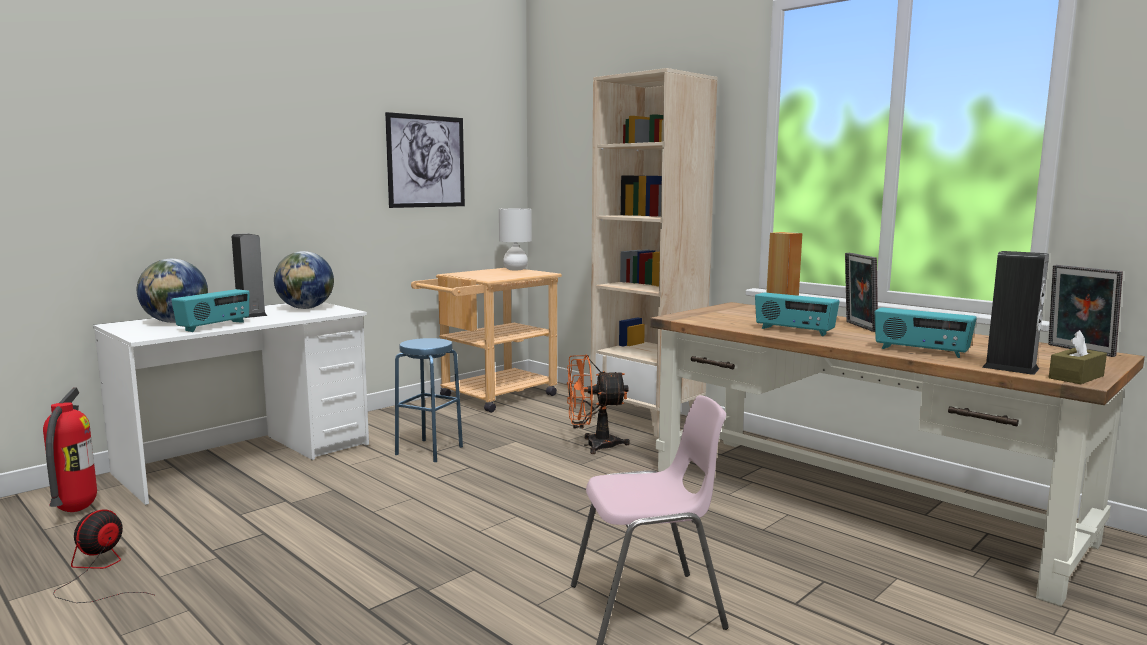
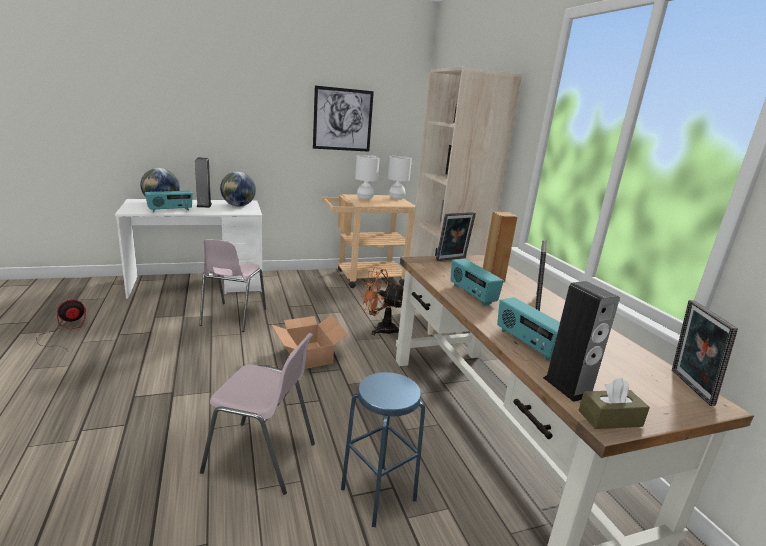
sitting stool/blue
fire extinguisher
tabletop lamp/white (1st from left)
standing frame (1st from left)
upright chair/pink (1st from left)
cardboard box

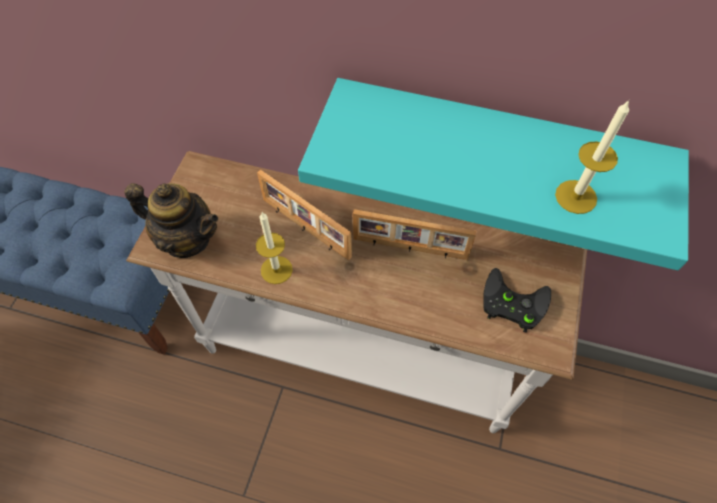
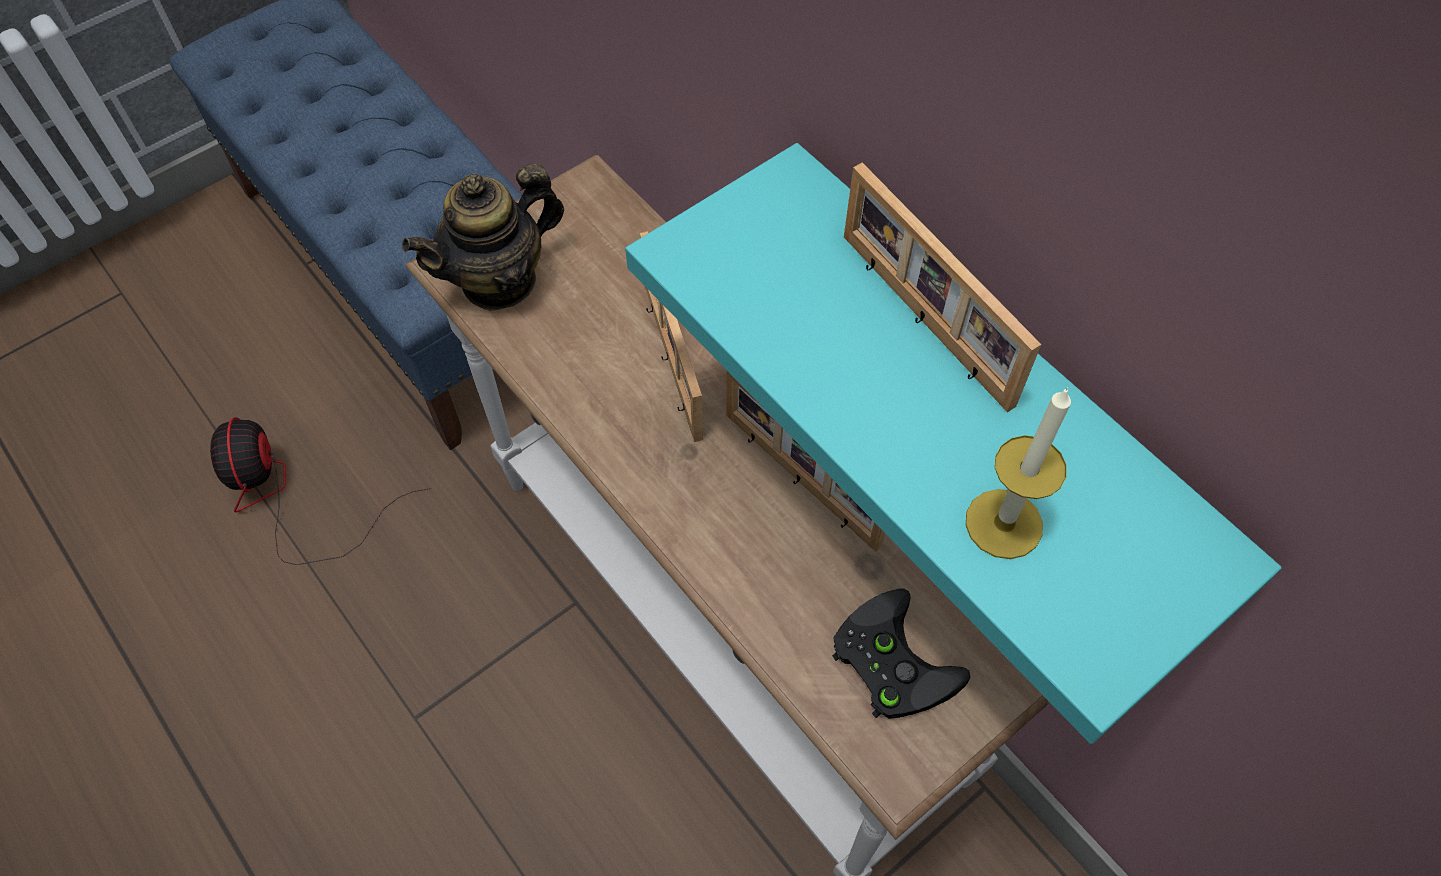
pot for tea
candle (1st from left in the first image)
standing frame (3rd from left)
electric fan

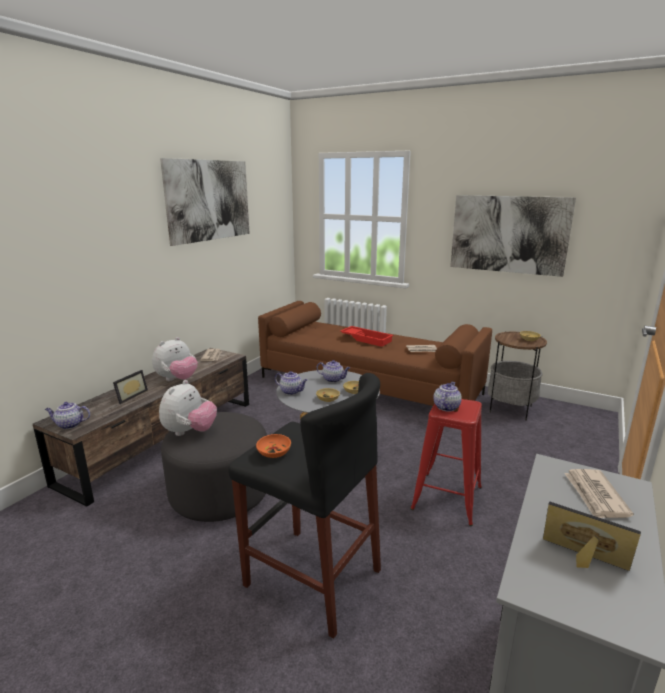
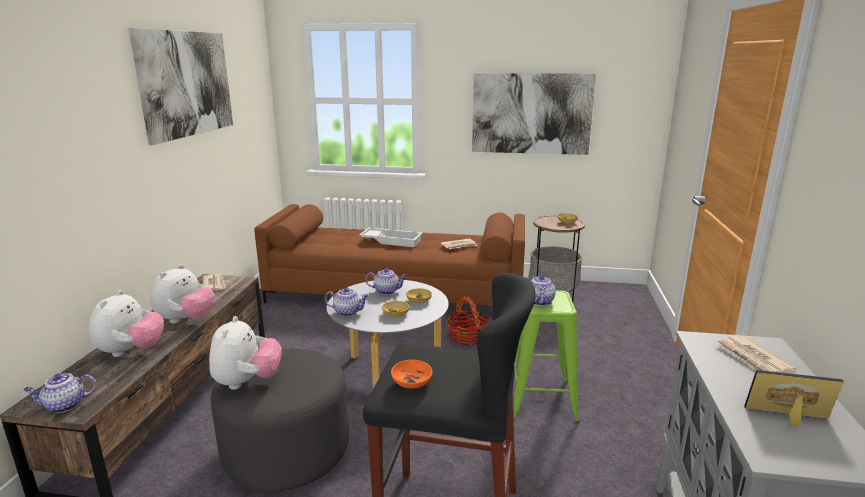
tray/white
plush toy (1st from left)
sitting stool/green
basket

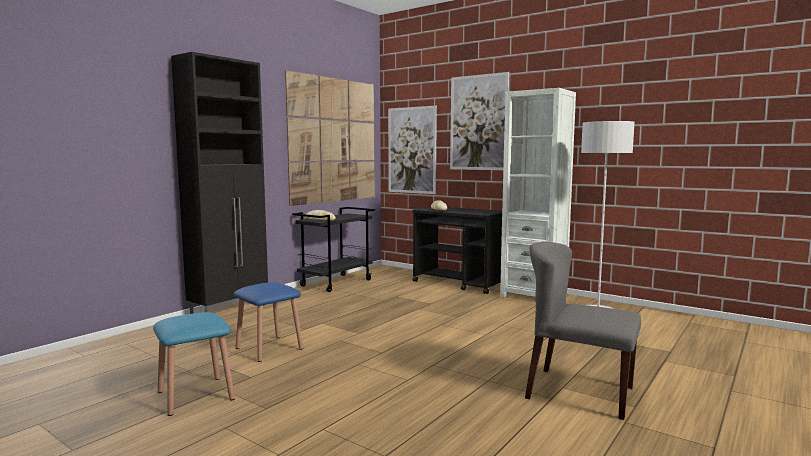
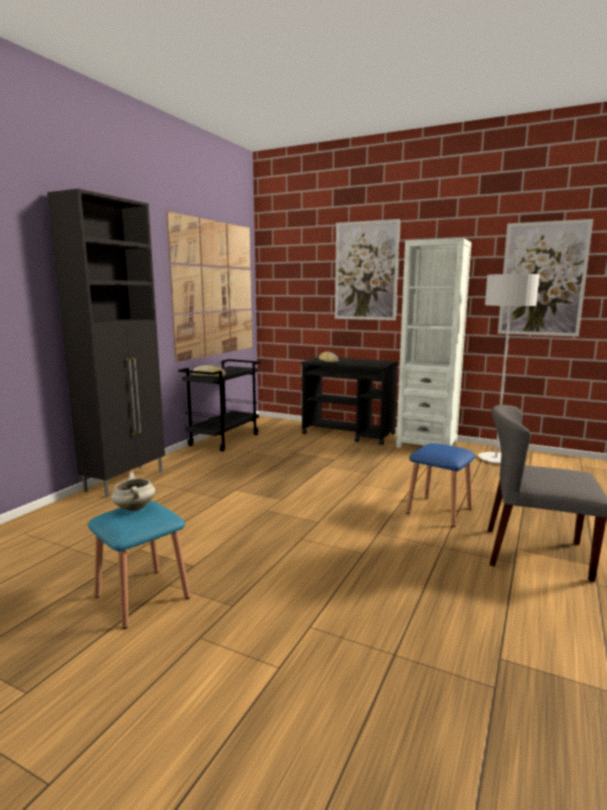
wall picture (3rd from left)
sitting stool/blue (2nd from left)
stockpot/white

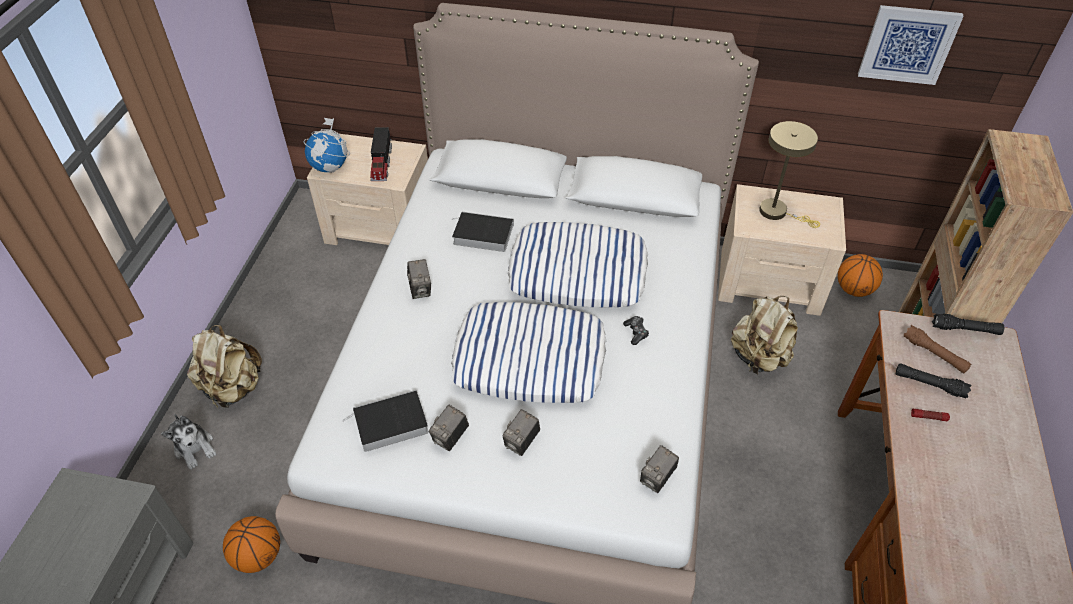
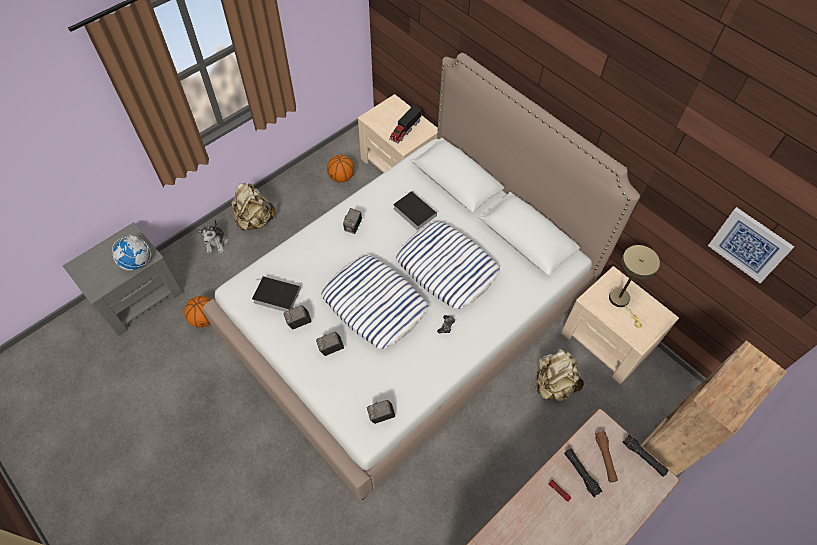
desk globe
ball for basketball (2nd from left)

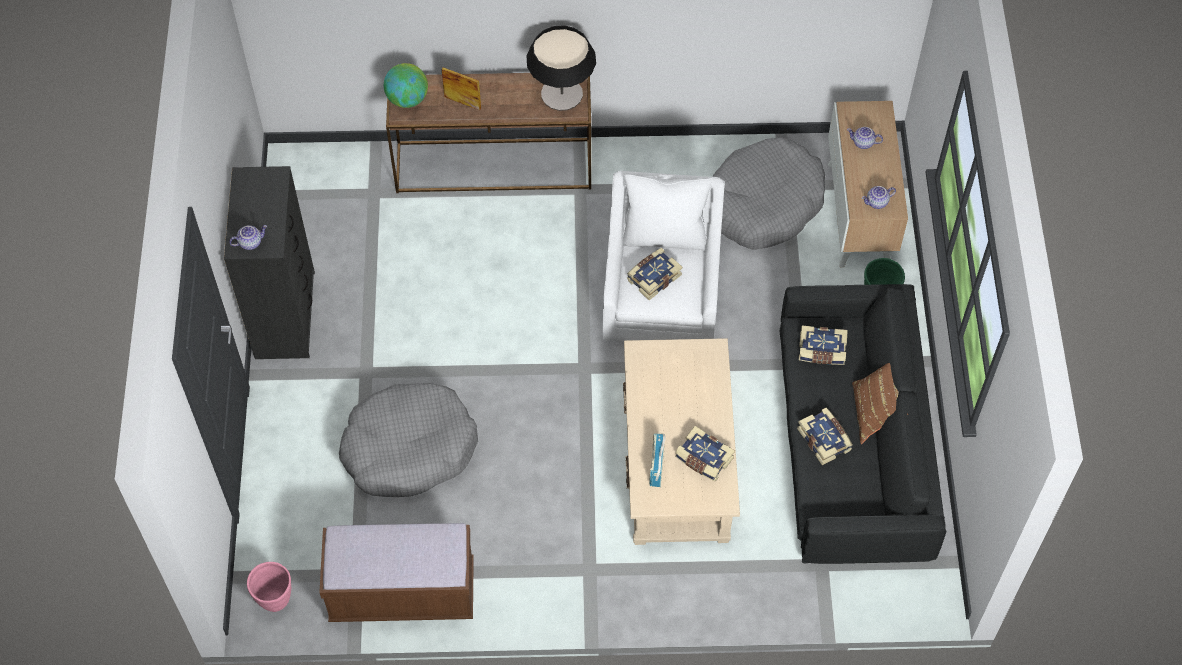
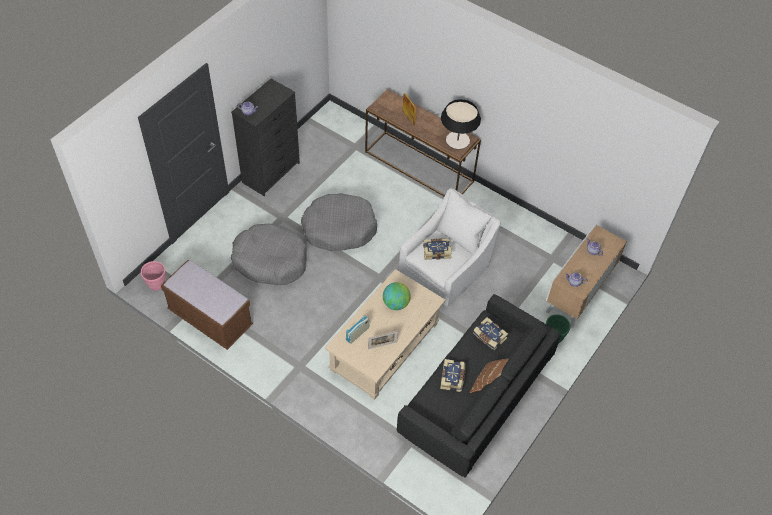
desk globe
dog cushion/gray (2nd from left)
standing frame (1st from left)

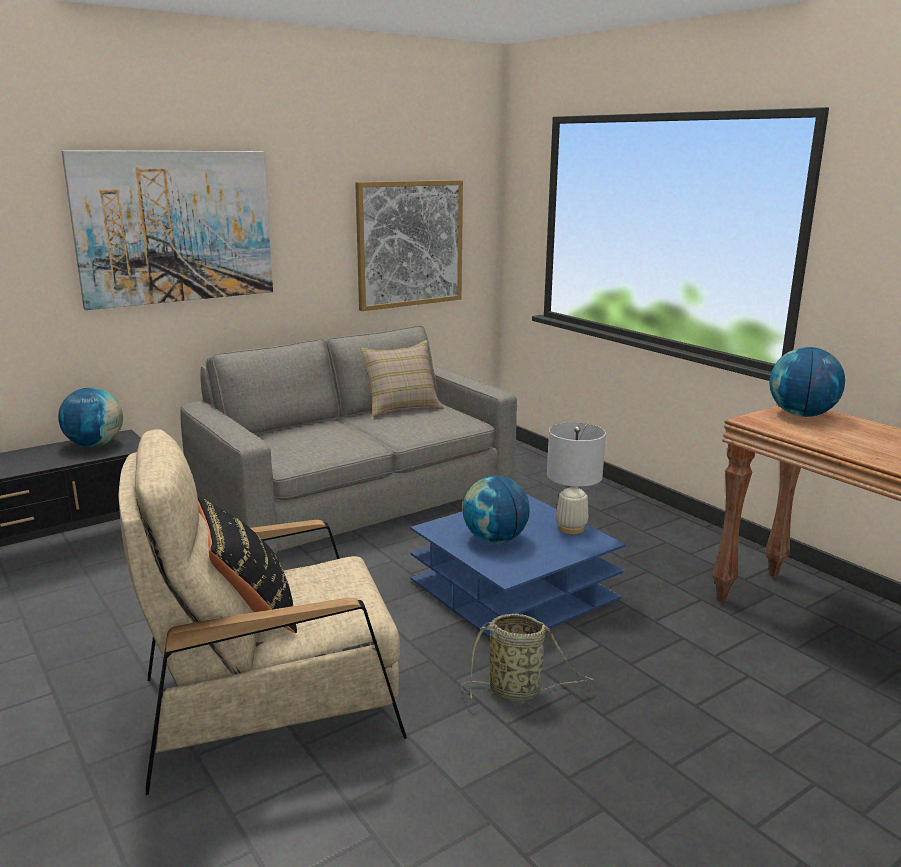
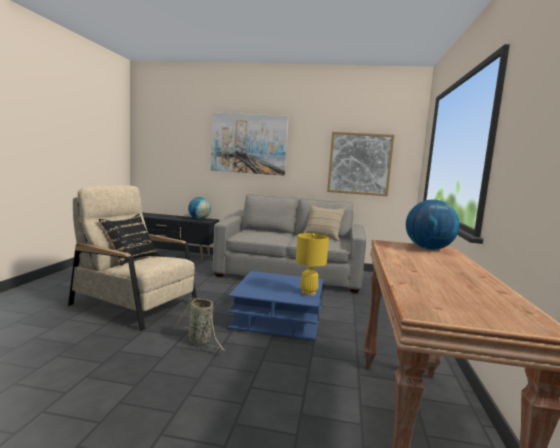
tabletop lamp/yellow-coloured
desk globe (2nd from left in the first image)

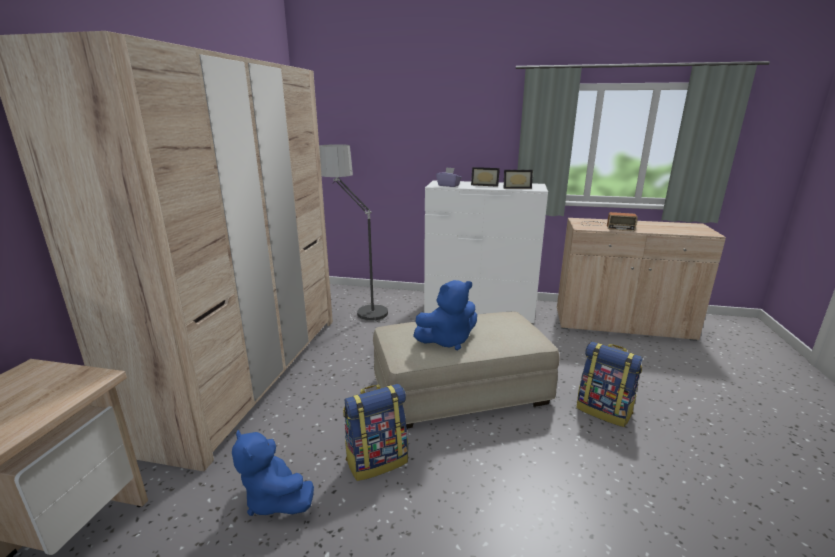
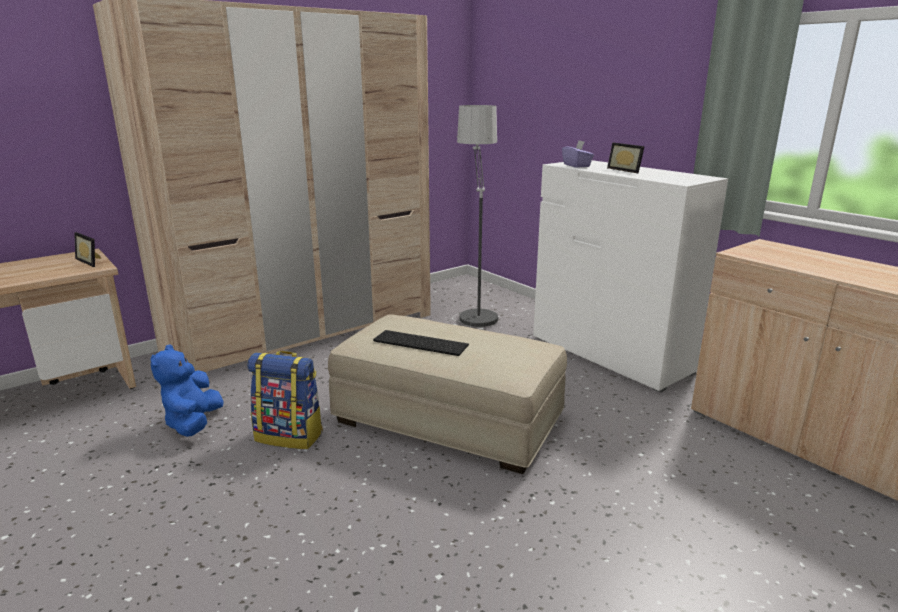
standing frame (1st from left)
radio set
keyboard
knapsack (2nd from left in the first image)

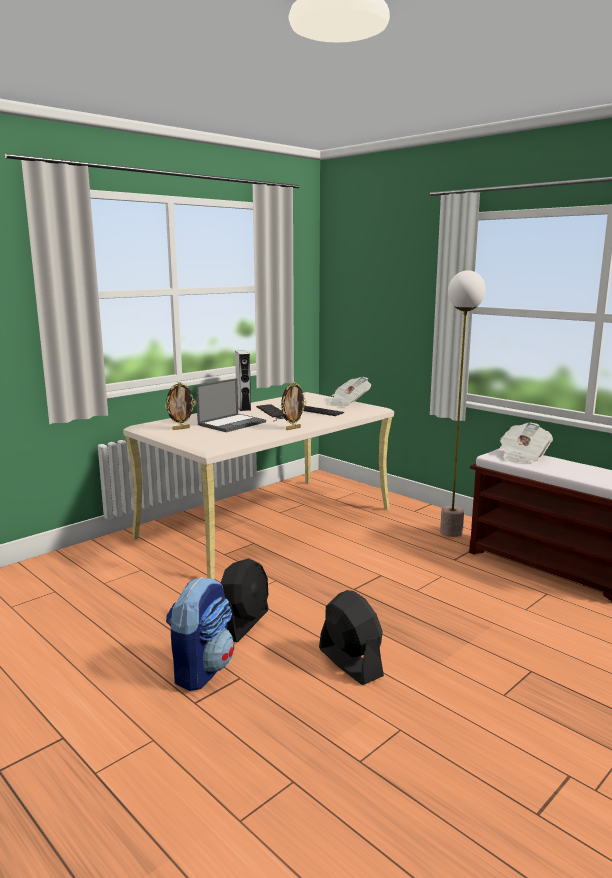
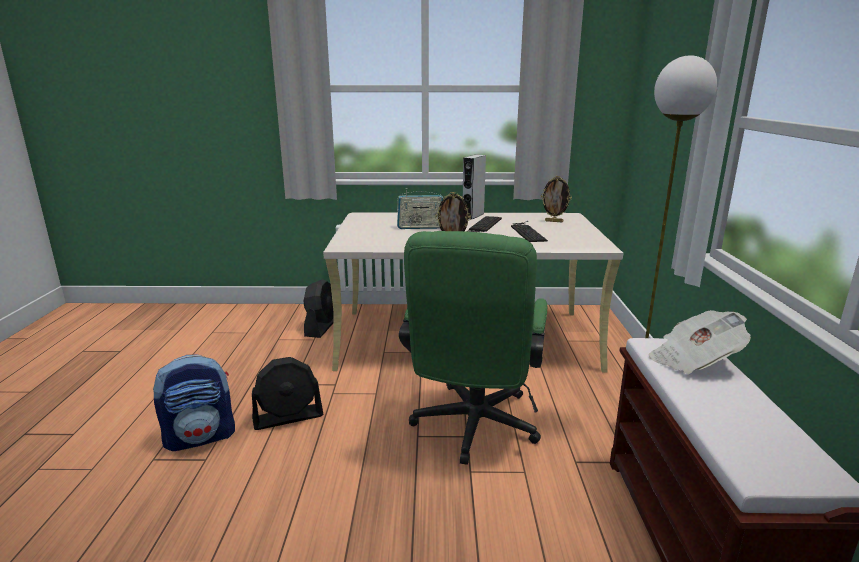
daily paper (1st from left in the first image)
radio set
standing frame (2nd from left)
electric fan/black-coloured (2nd from left)
computer chair/green

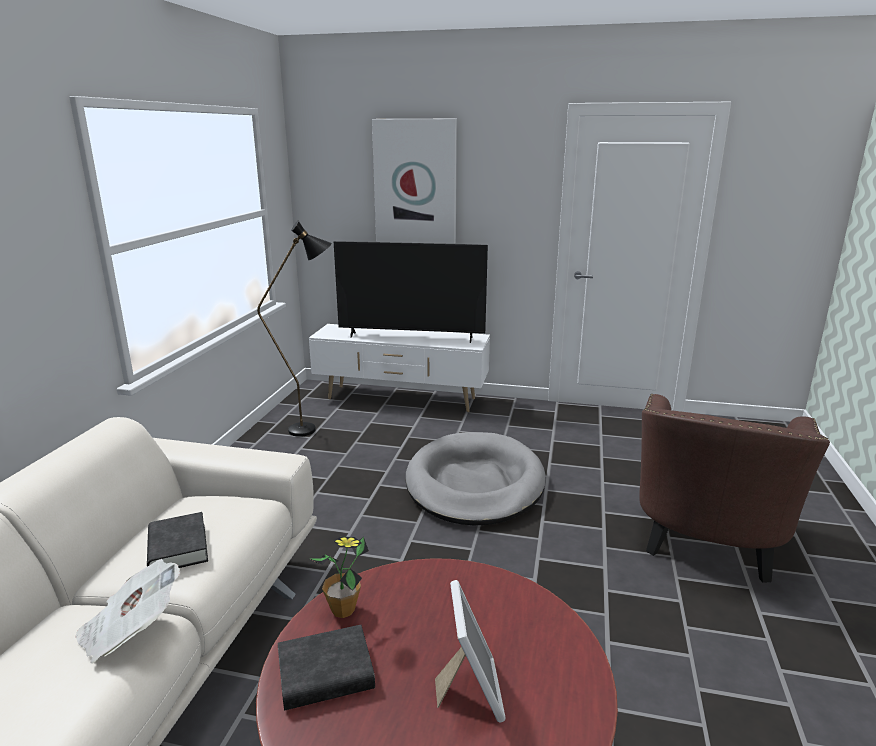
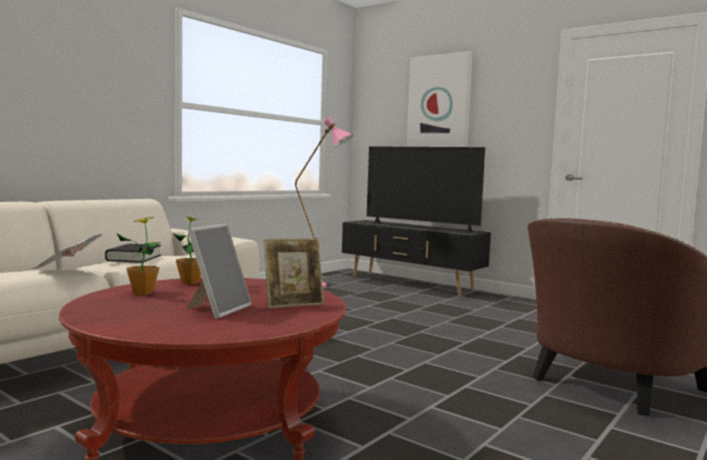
standard lamp/pink
tv stand/black-coloured
dog cushion/gray
houseplant (1st from left)
standing frame (2nd from left)

